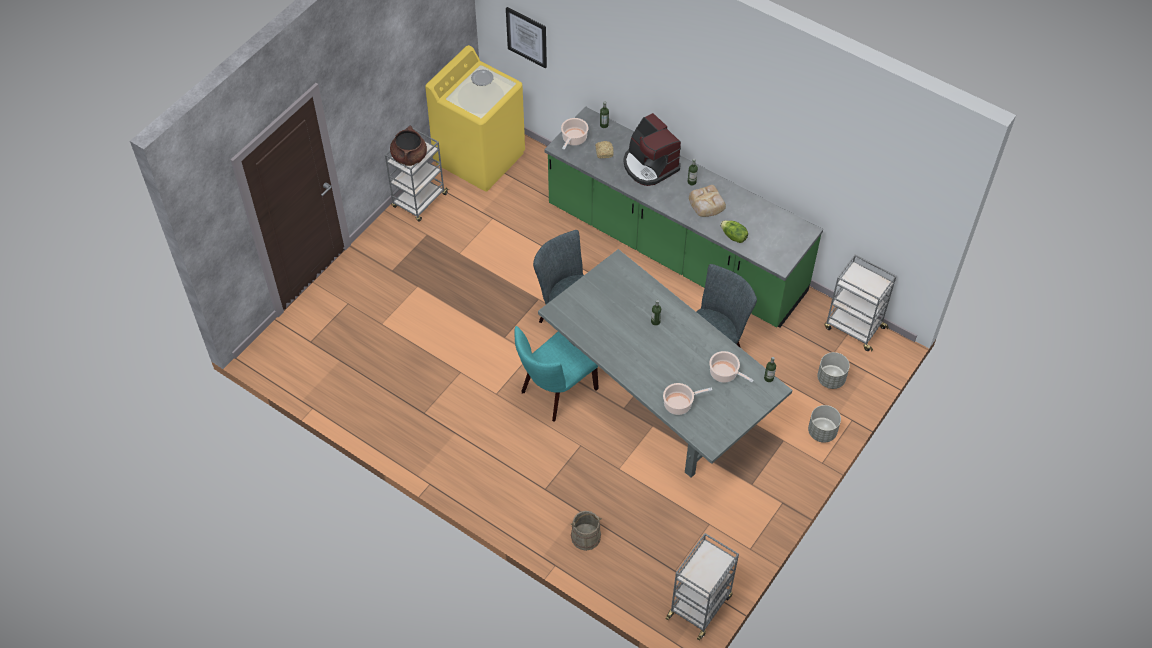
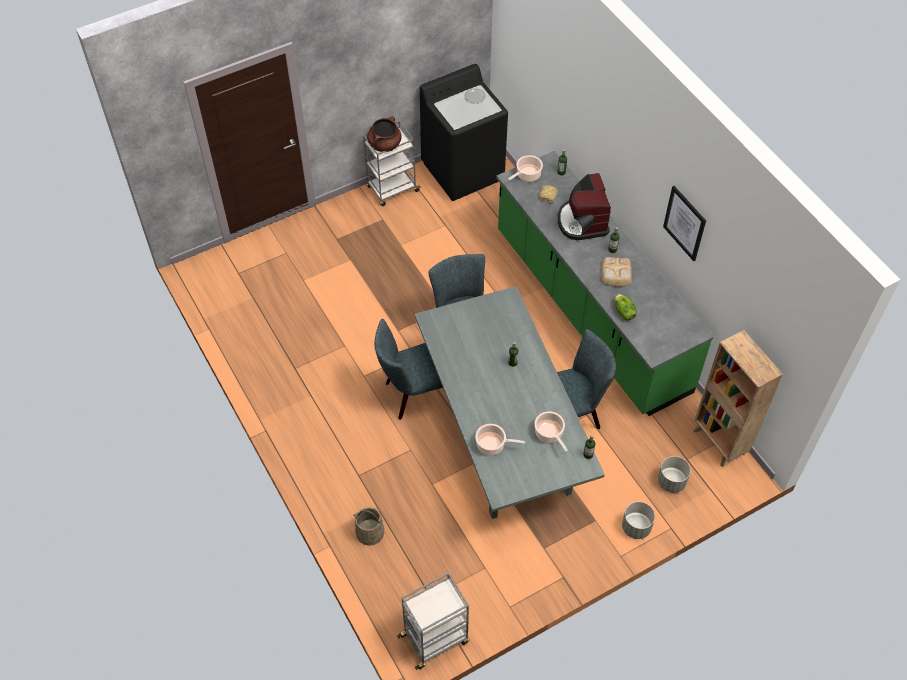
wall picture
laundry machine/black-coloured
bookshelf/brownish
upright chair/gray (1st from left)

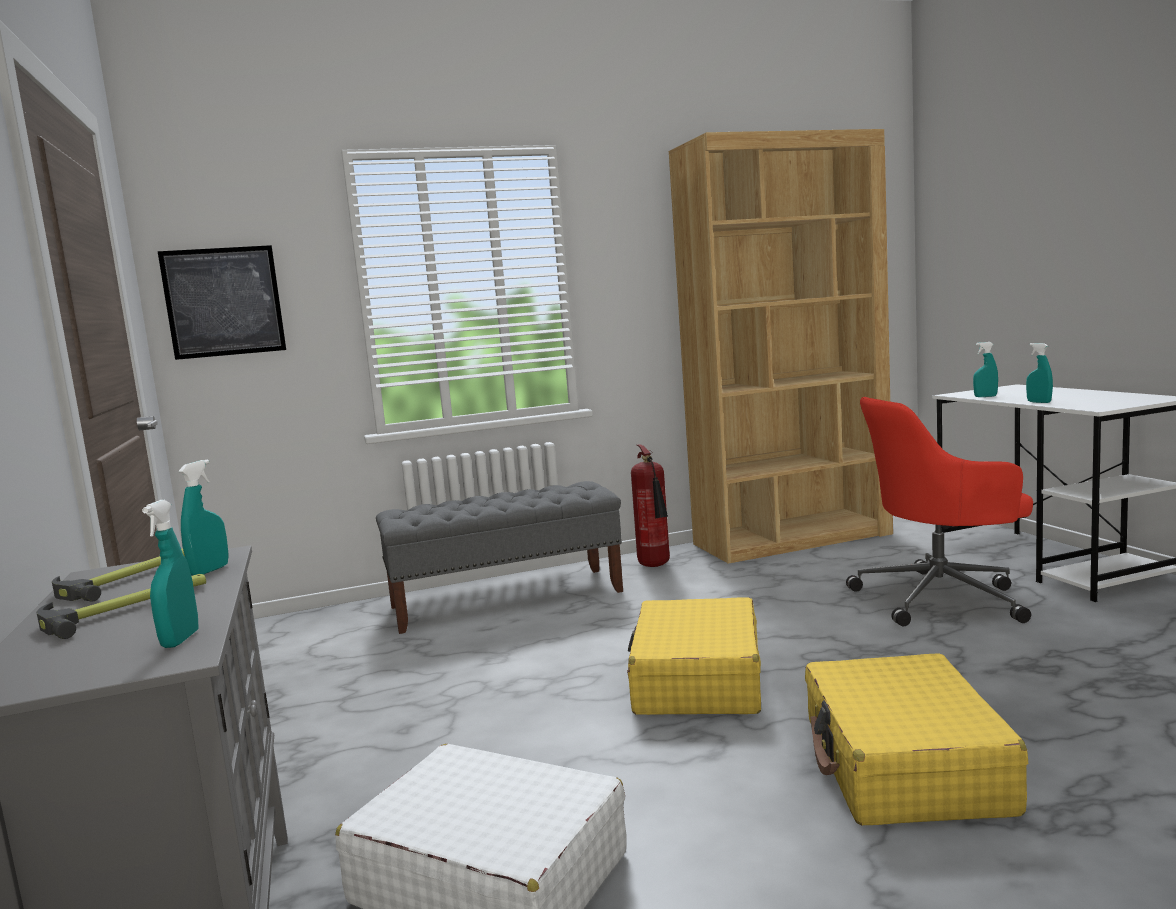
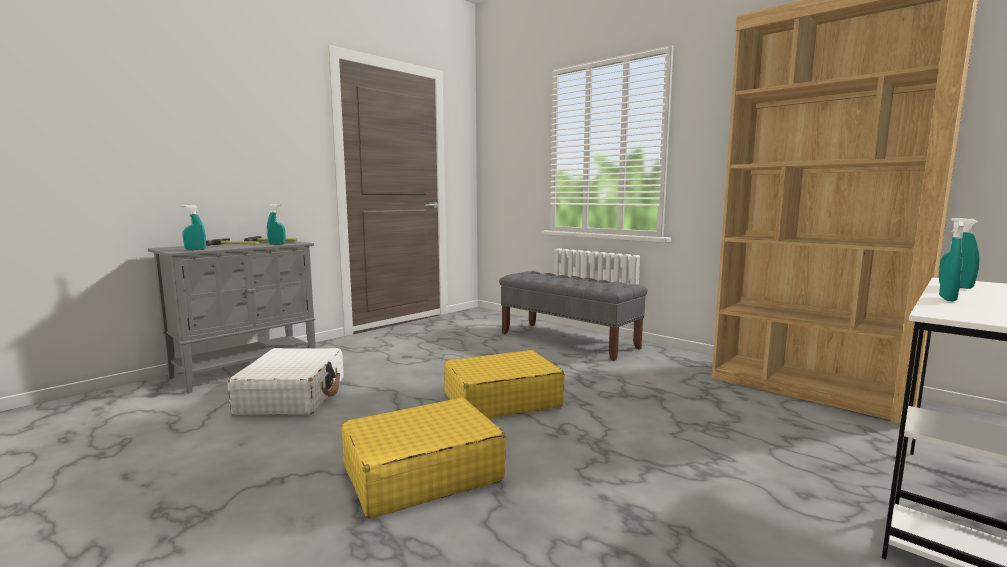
wall picture
computer chair/red
fire extinguisher

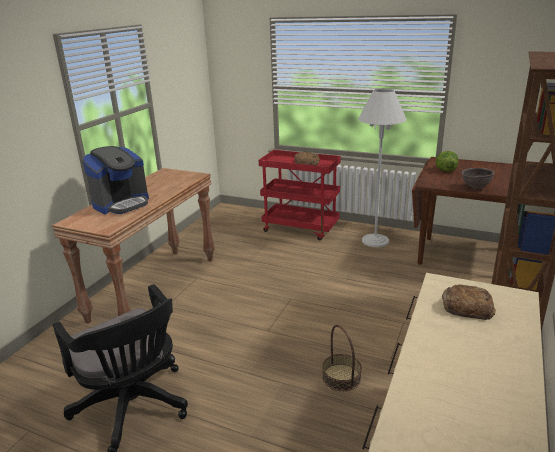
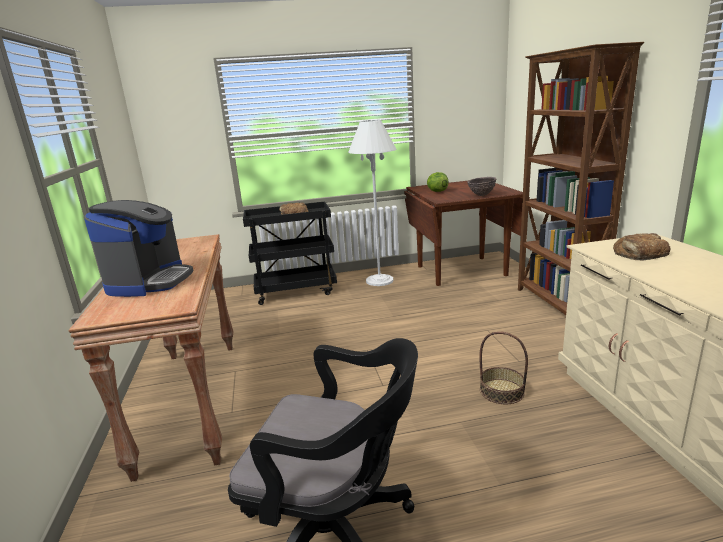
wheeled cart/black-coloured

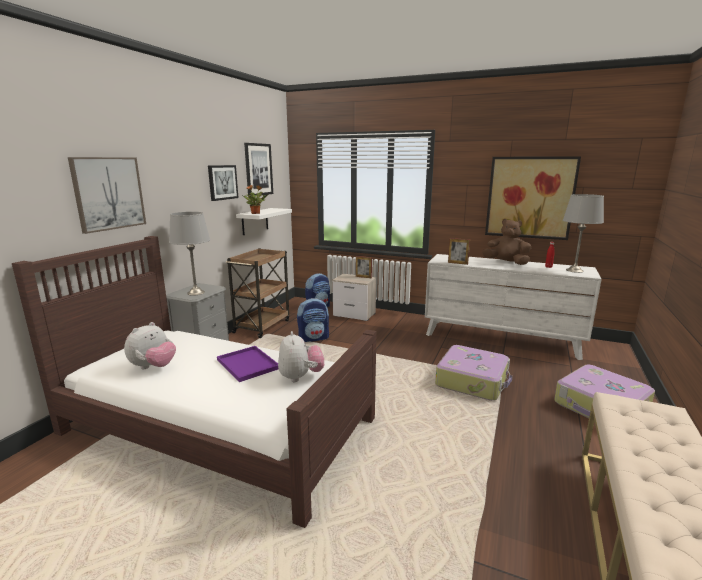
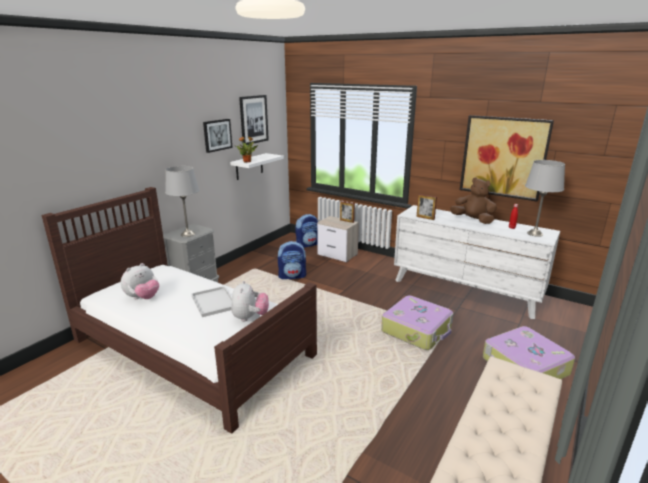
wall picture (1st from left in the first image)
wheeled cart/brownish
tray/white

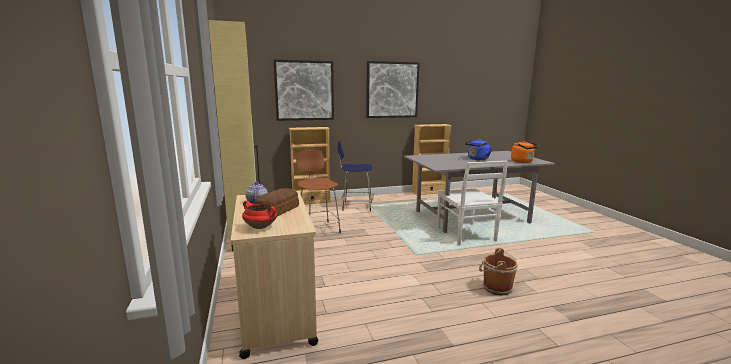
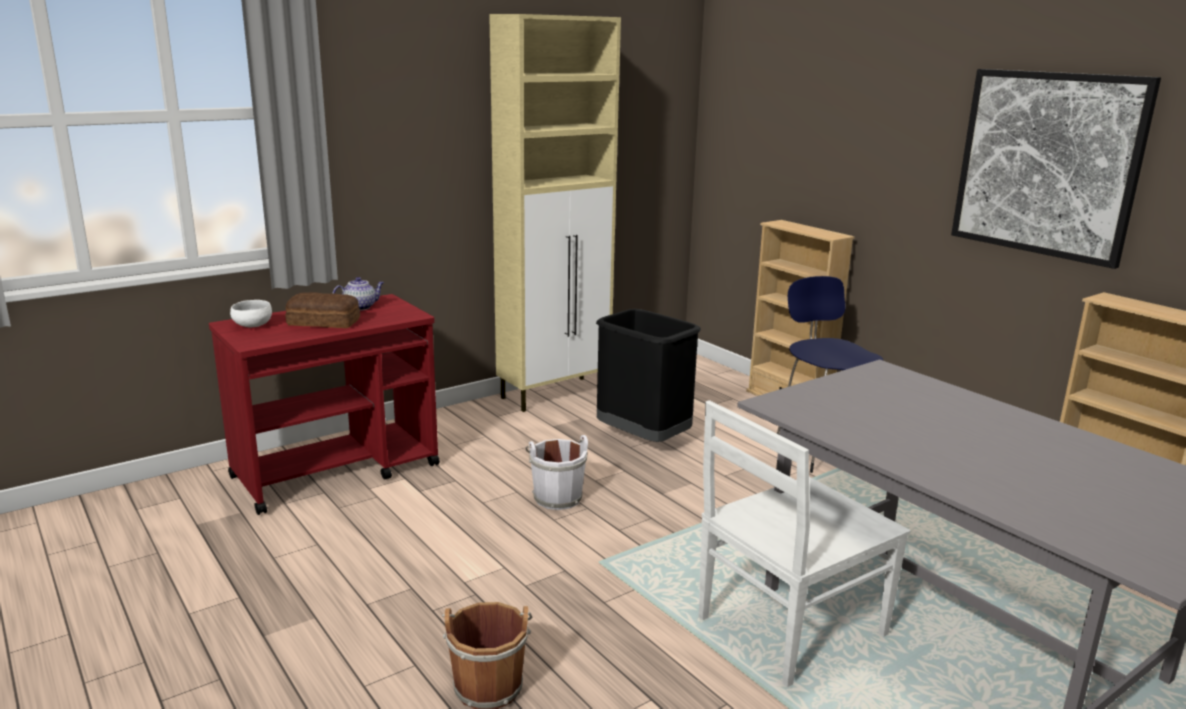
wall picture (1st from left in the first image)
water kettle/blue
water kettle/orangey
waste bin/black-coloured
wheeled cart/red
bowl/white
water bucket/white

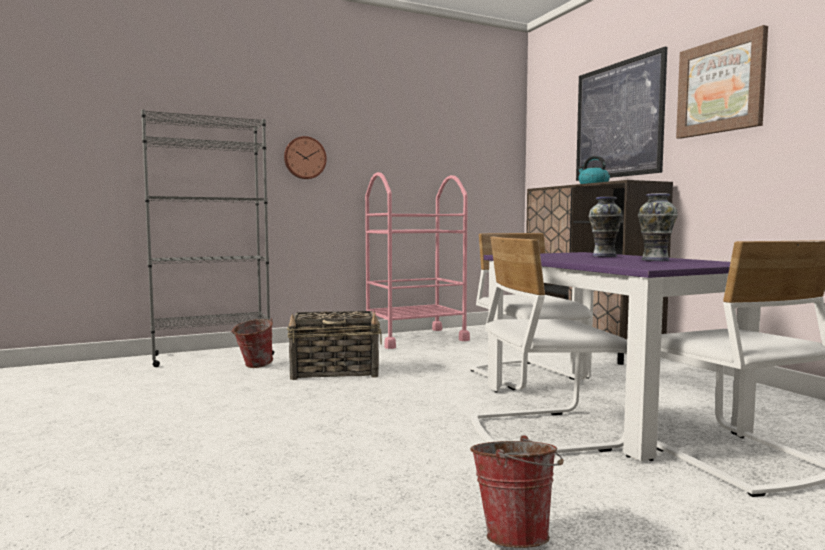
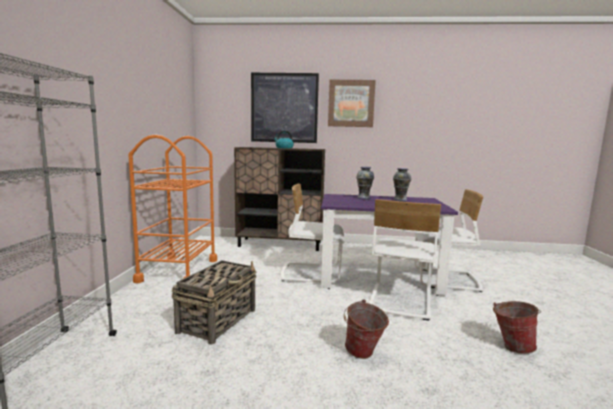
clock on the wall
wheeled cart/orangey
water bucket (1st from left)

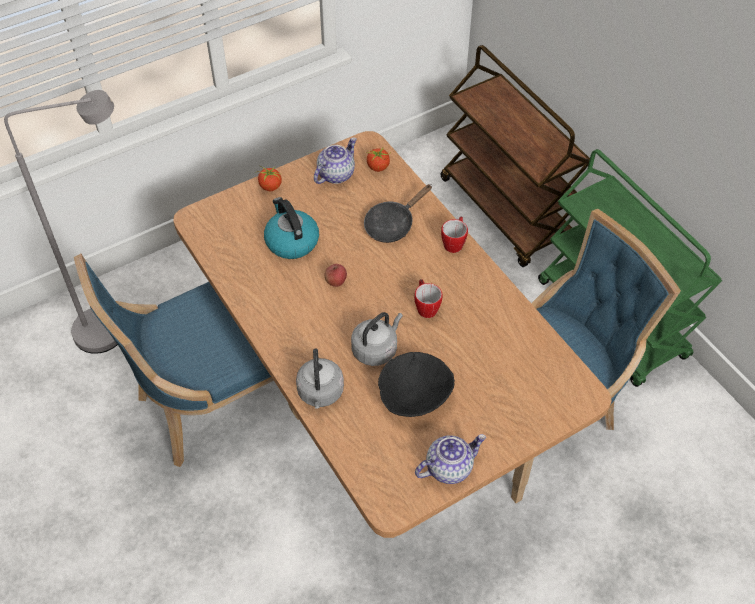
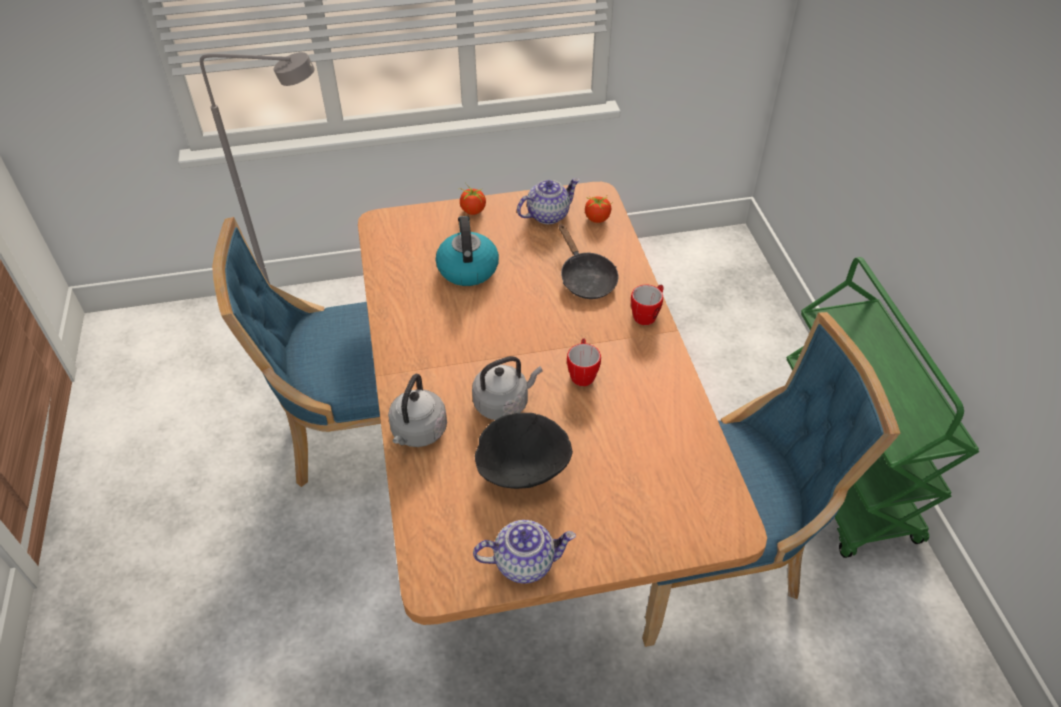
wheeled cart/brownish
skillet/black-coloured
apple

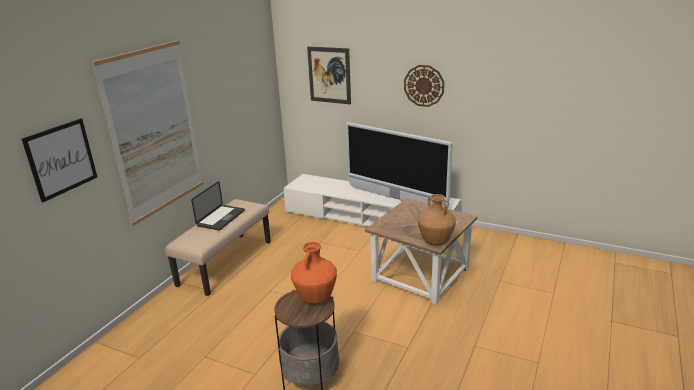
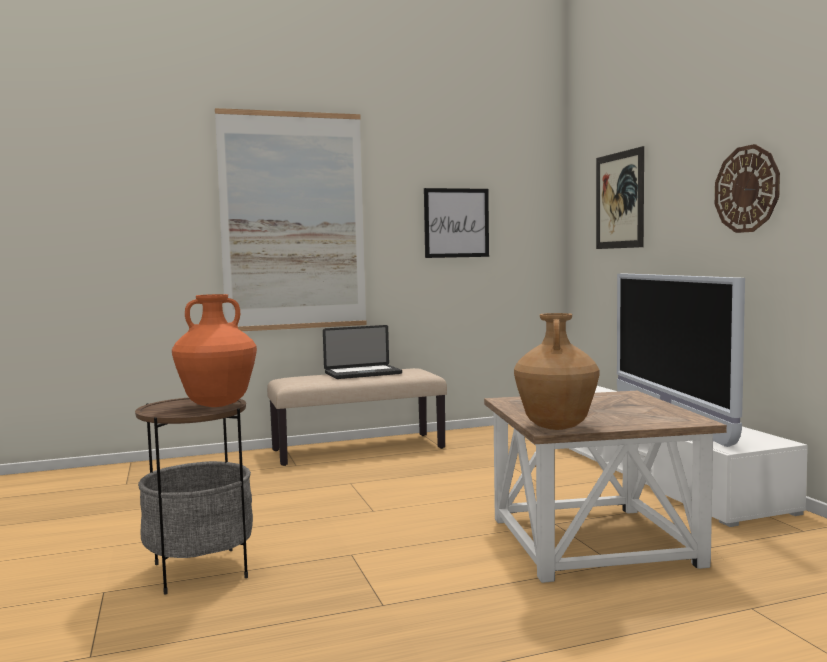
wall picture (2nd from left)

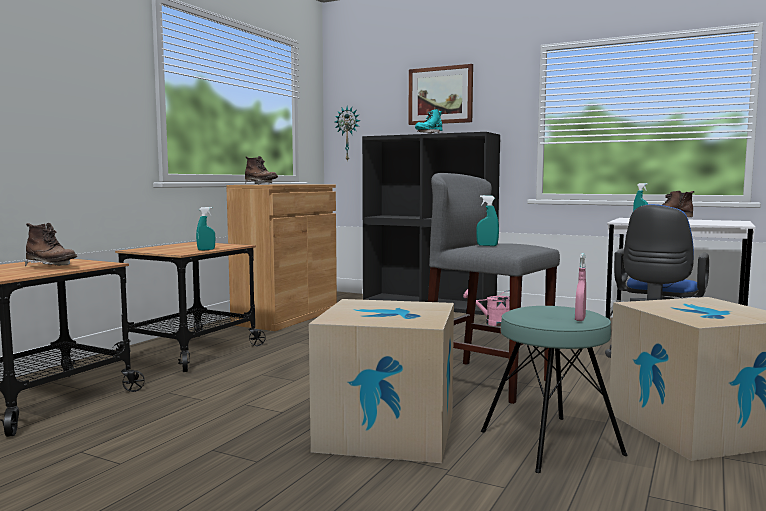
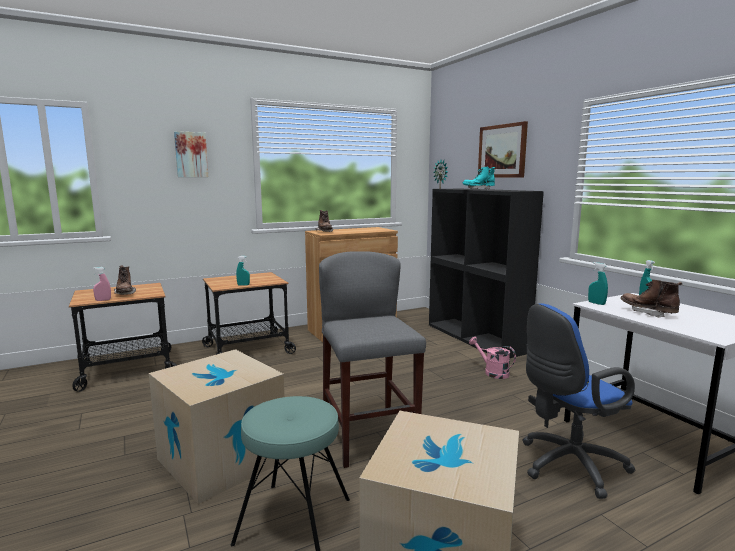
sprayer/turquoise-coloured (2nd from left)
sprayer/pink
wall picture (1st from left)

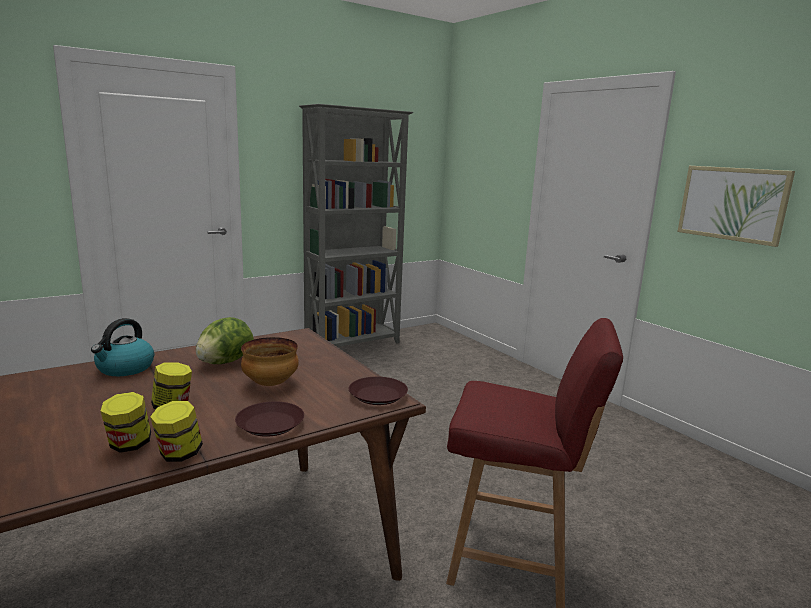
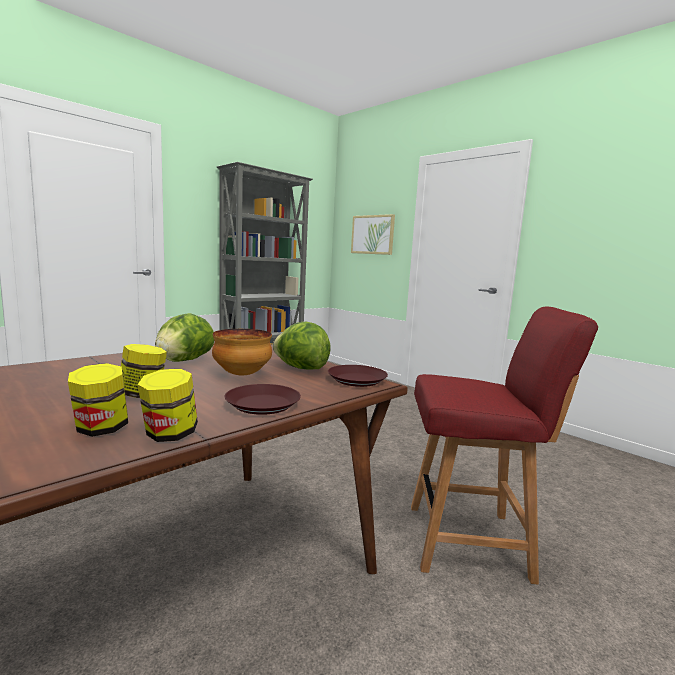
wall picture
water kettle
head of lettuce (2nd from left)

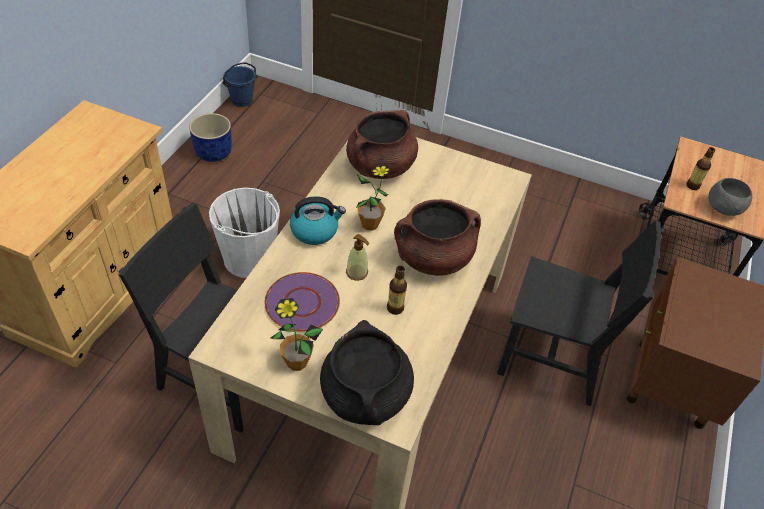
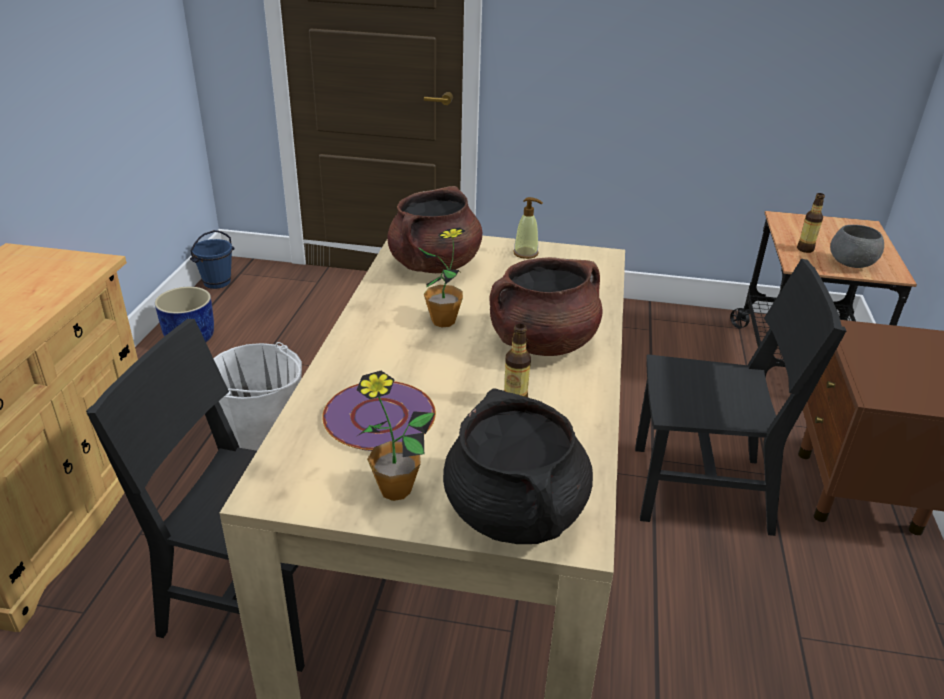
water kettle
soap dispenser

